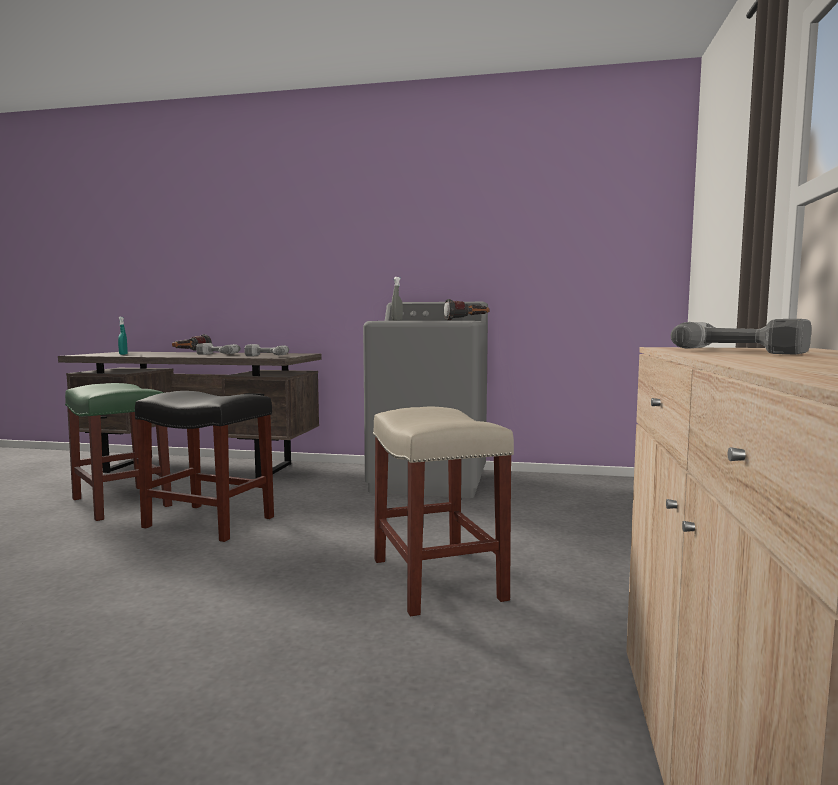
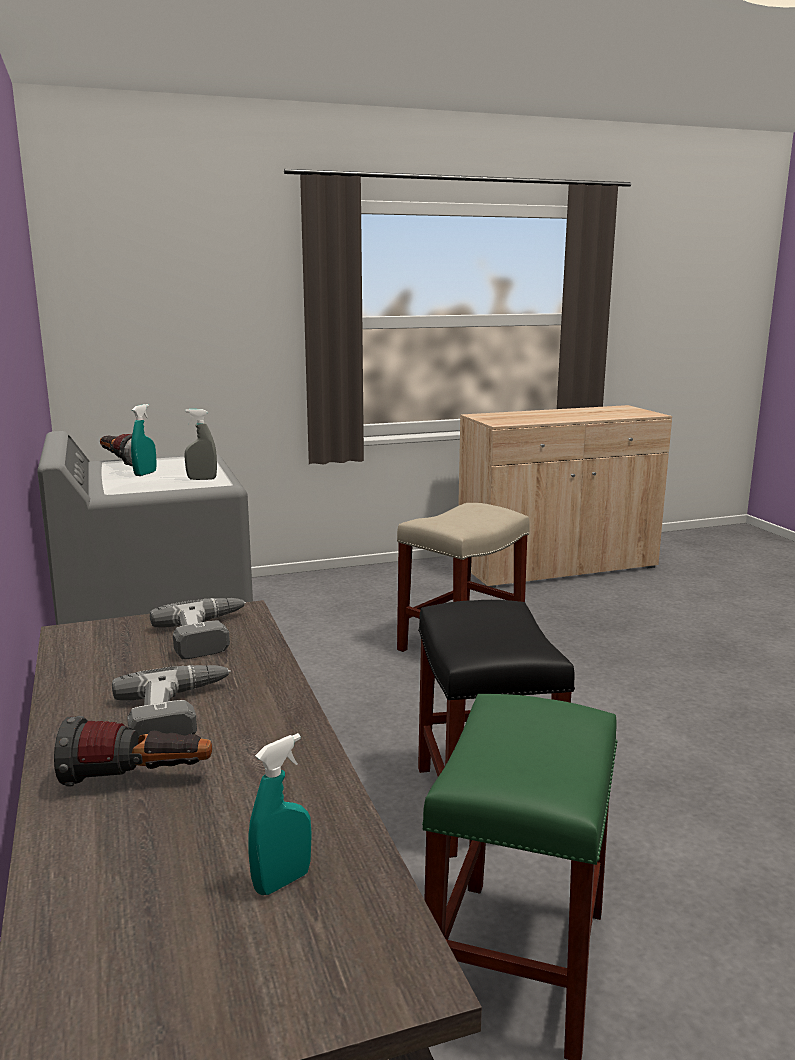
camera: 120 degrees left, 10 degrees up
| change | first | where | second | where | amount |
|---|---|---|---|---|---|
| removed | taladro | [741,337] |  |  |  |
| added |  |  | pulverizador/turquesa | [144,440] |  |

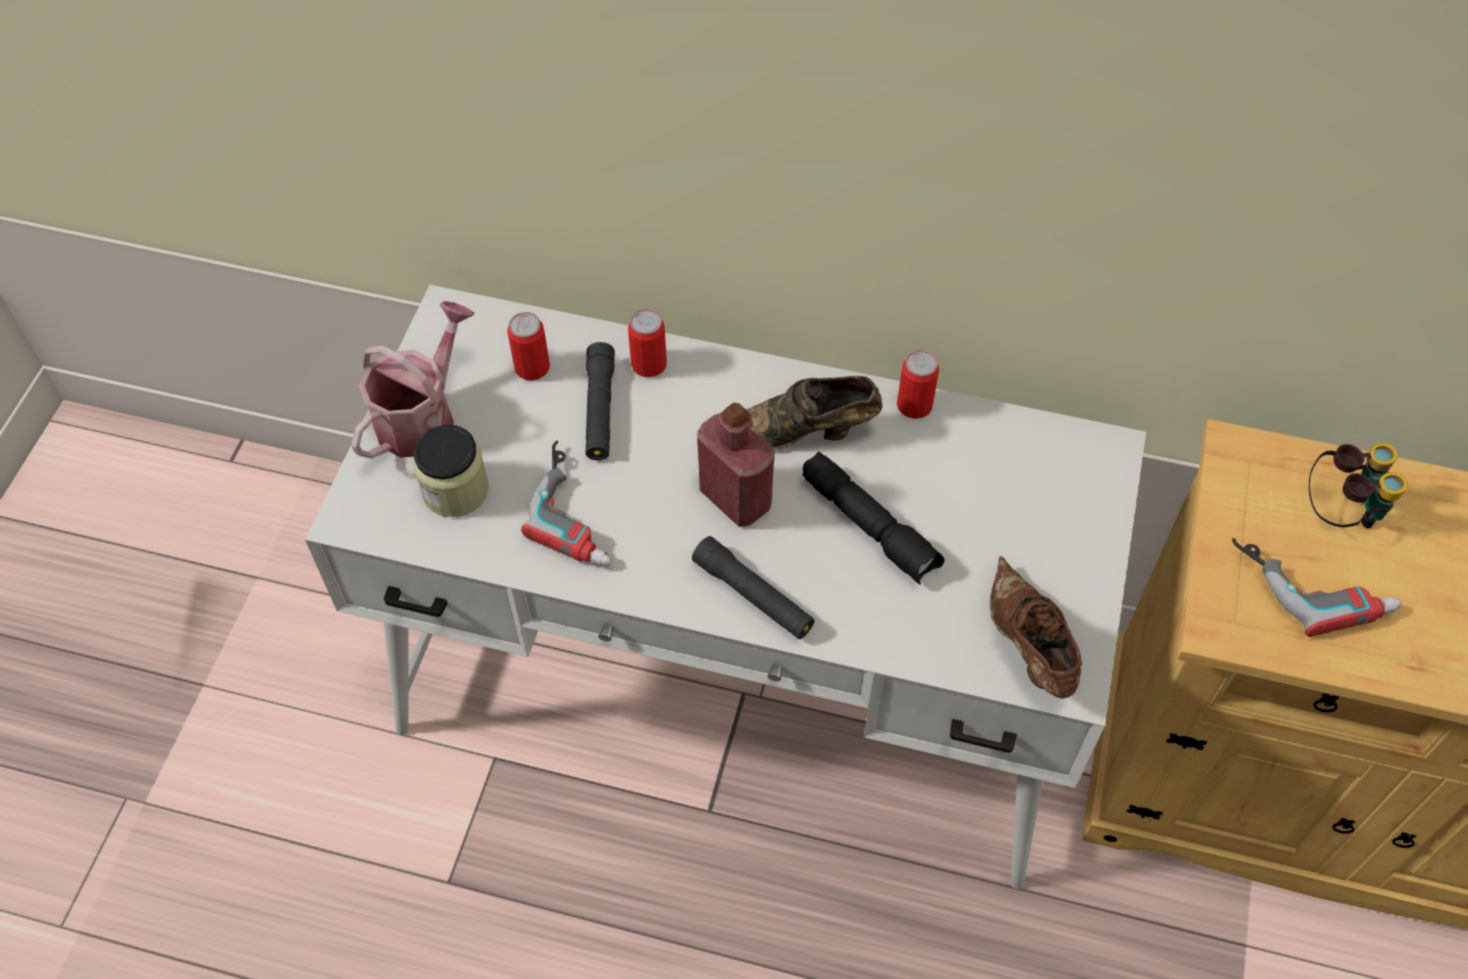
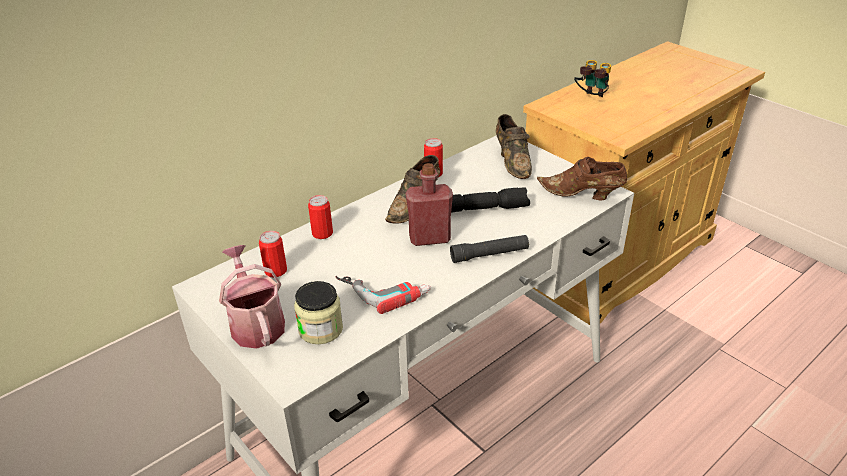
camera: 55 degrees left, 20 degrees down
| change | first | where | second | where | amount |
|---|---|---|---|---|---|
| removed | linterna/negro | [600,401] |  |  |  |
| removed | taladro | [1317,587] |  |  |  |
| added |  |  | zapato/marrón | [514,146] |  |

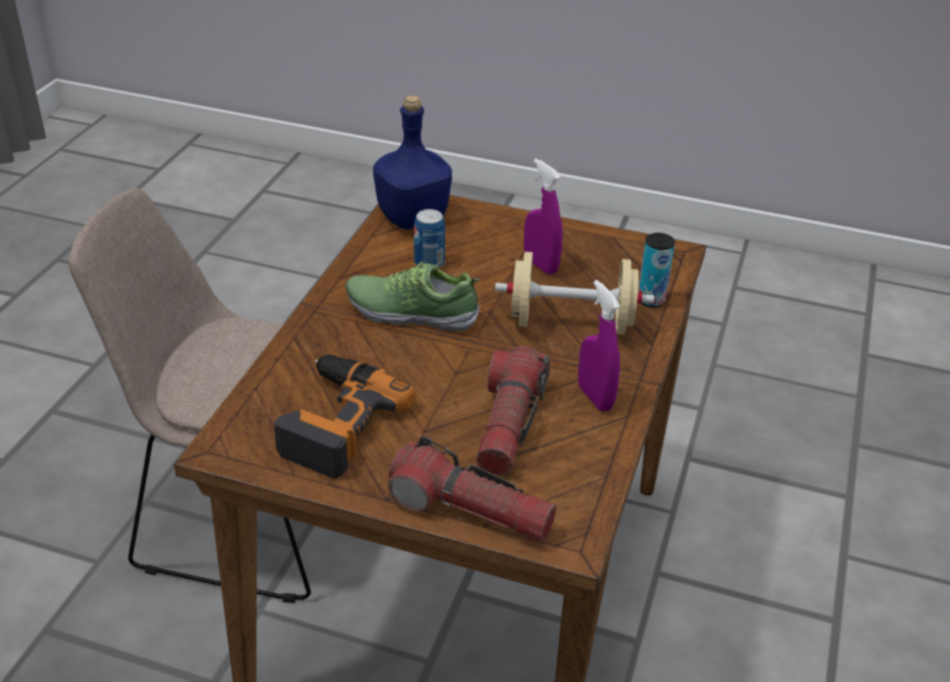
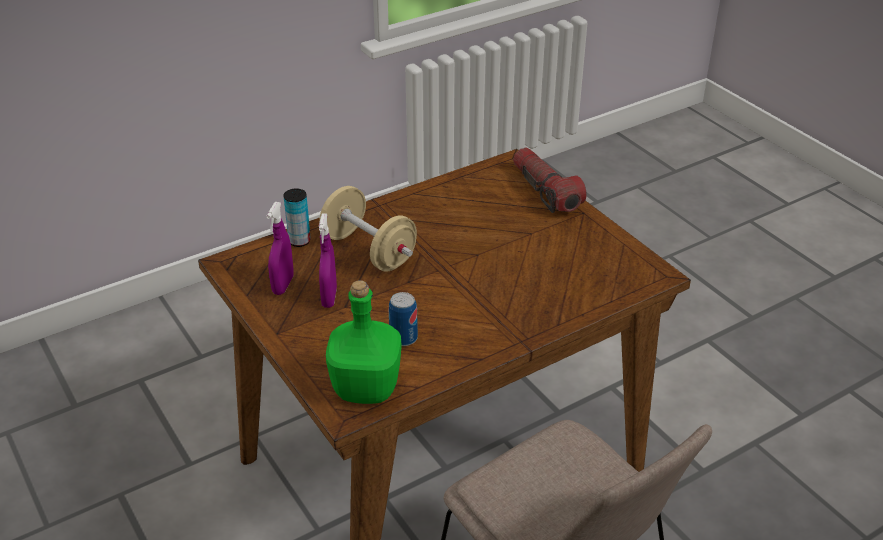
camera: 140 degrees left, 0 degrees up
| change | first | where | second | where | amount |
|---|---|---|---|---|---|
| recoloured | botella/azul | [412,162] | botella/verde | [363,342] |  |
| removed | zapato | [412,297] |  |  |  |
| moved | pulverizador/morado | [599,346] |  | [279,248] |  |
| removed | linterna | [513,410] |  |  |  |
| removed | taladro | [345,416] |  |  |  |

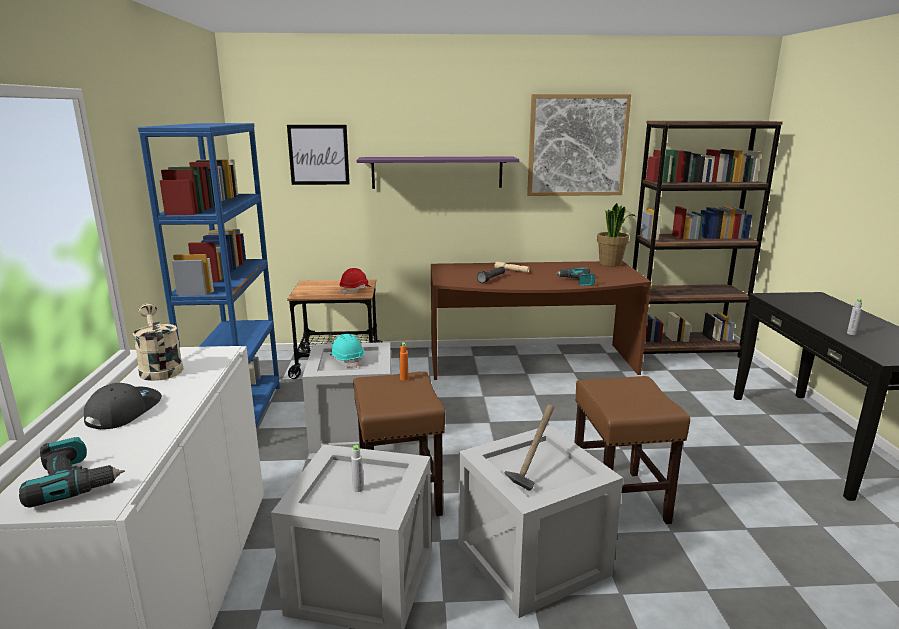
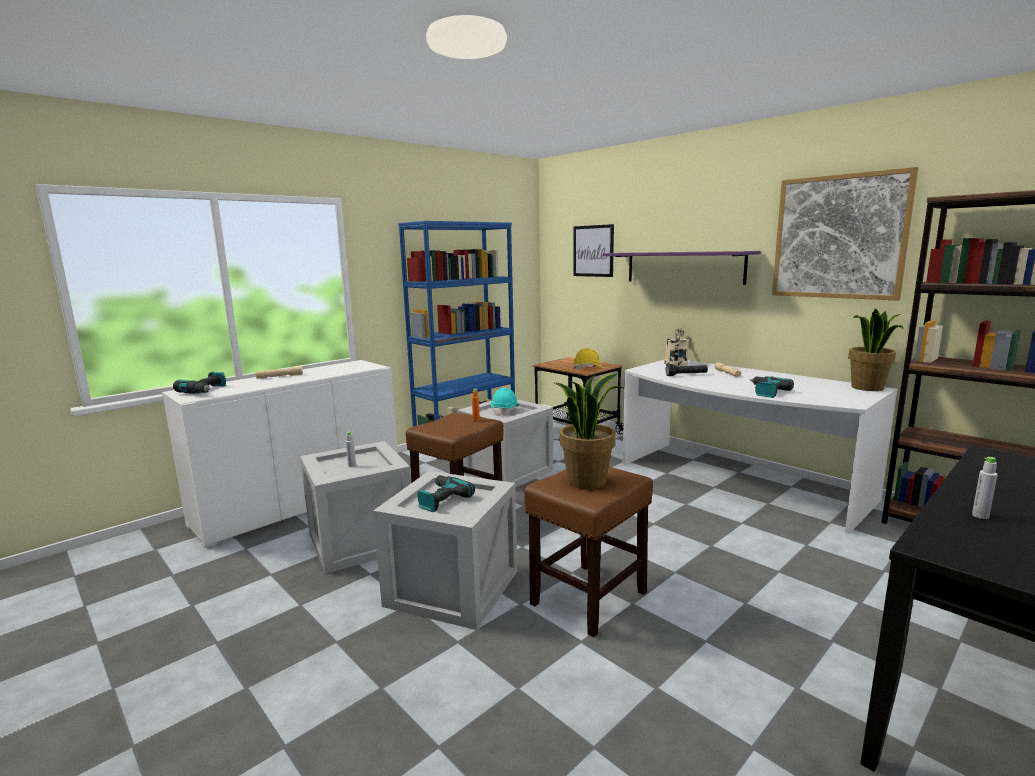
camera: 50 degrees right, 5 degrees down
| change | first | where | second | where | amount |
|---|---|---|---|---|---|
| recoloured | escritorio/marrón | [541,320] | escritorio/blanco | [760,447] |  |
| recoloured | casco/rojo | [355,281] | casco/amarillo | [588,358] |  |
| moved | regadera/beis | [158,342] |  | [677,347] |  |
| replaced | gorra/gris | [123,406] | linterna/beis | [279,372] |  |
| replaced | martillo | [529,447] | taladro | [446,493] |  |
| added |  |  | planta en maceta | [589,431] |  |

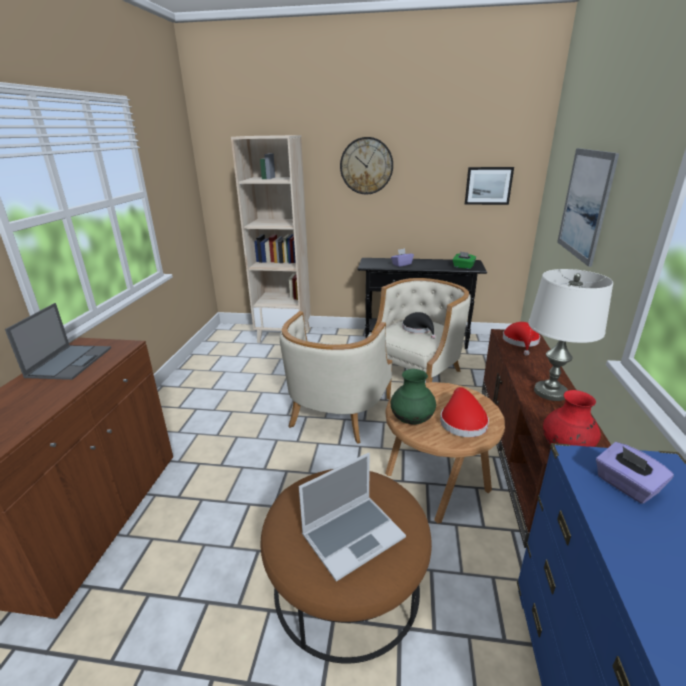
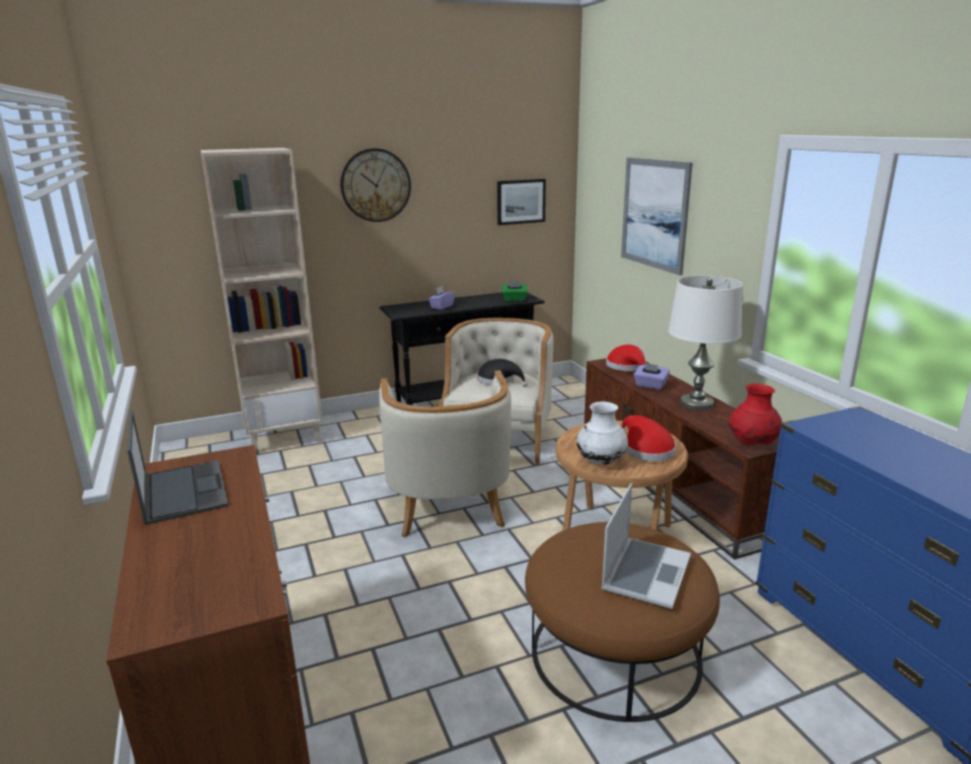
camera: 30 degrees left, 5 degrees down
| change | first | where | second | where | amount |
|---|---|---|---|---|---|
| recoloured | florero/verde | [413,397] | florero/blanco | [602,433] |  |
| moved | caja de pañuelos/morado | [635,473] |  | [652,376] |  |

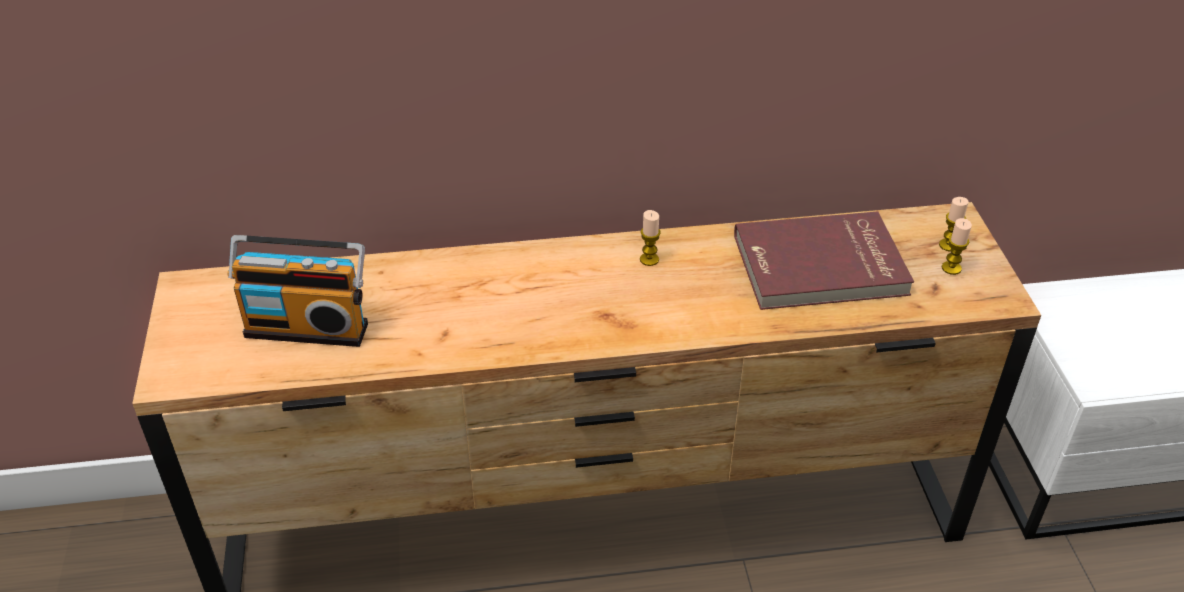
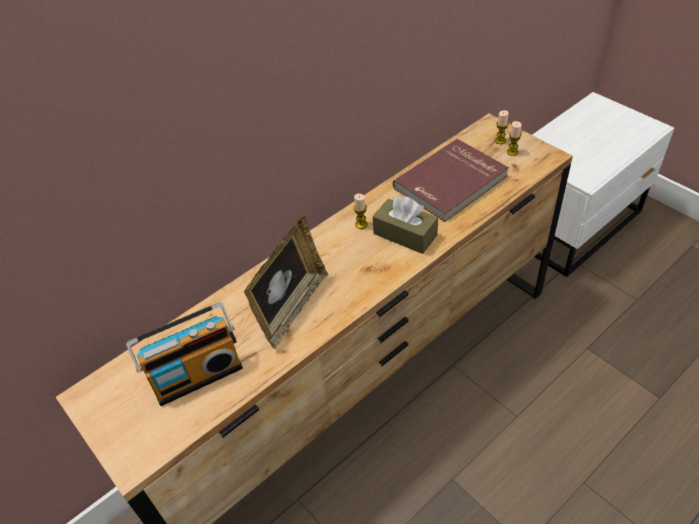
camera: 30 degrees left, 5 degrees up
| change | first | where | second | where | amount |
|---|---|---|---|---|---|
| added |  |  | caja de pañuelos/marrón | [405,225] |  |
| added |  |  | portarretratos | [286,283] |  |

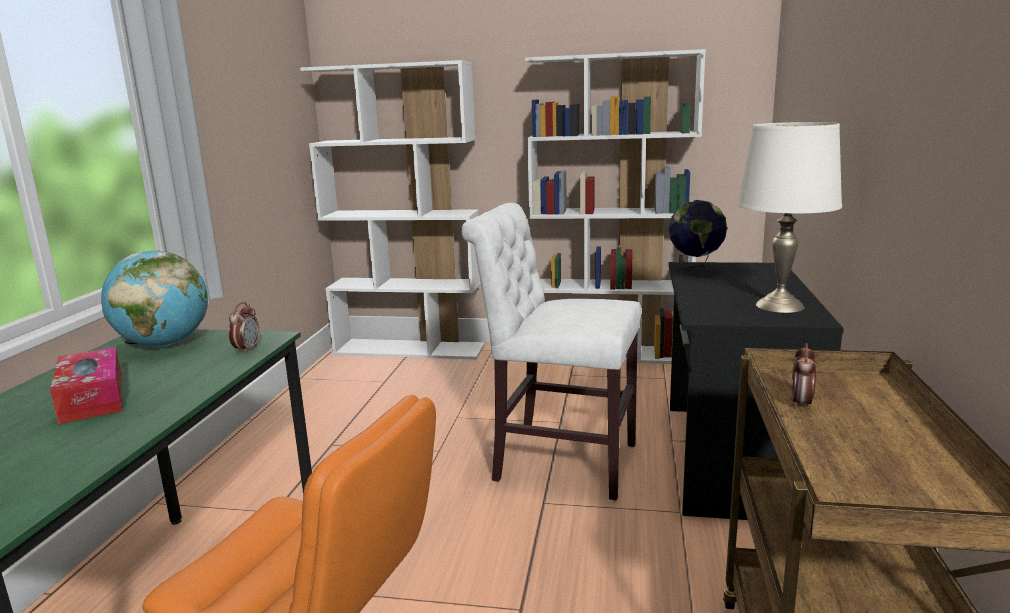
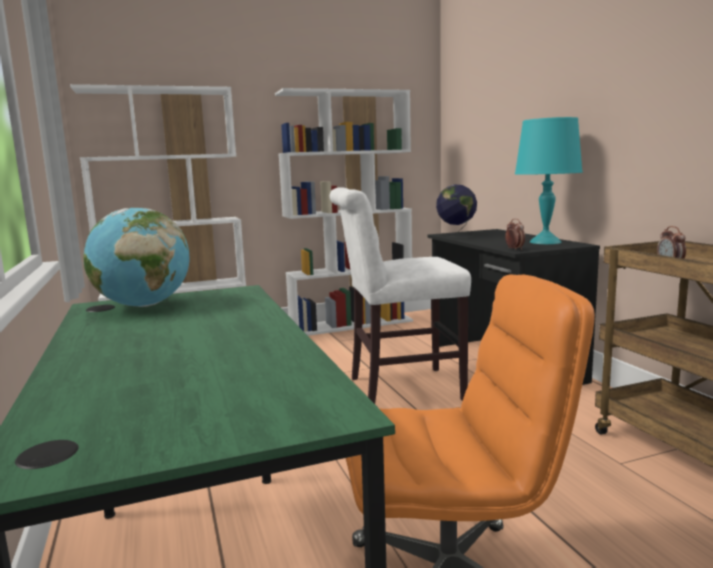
camera: 30 degrees left, 5 degrees down
| change | first | where | second | where | amount |
|---|---|---|---|---|---|
| recoloured | lámpara de mesa/blanco | [789,217] | lámpara de mesa/turquesa | [549,180] |  |
| moved | despertador | [243,328] |  | [515,234] |  |
| removed | caja de pañuelos | [86,385] |  |  |  |

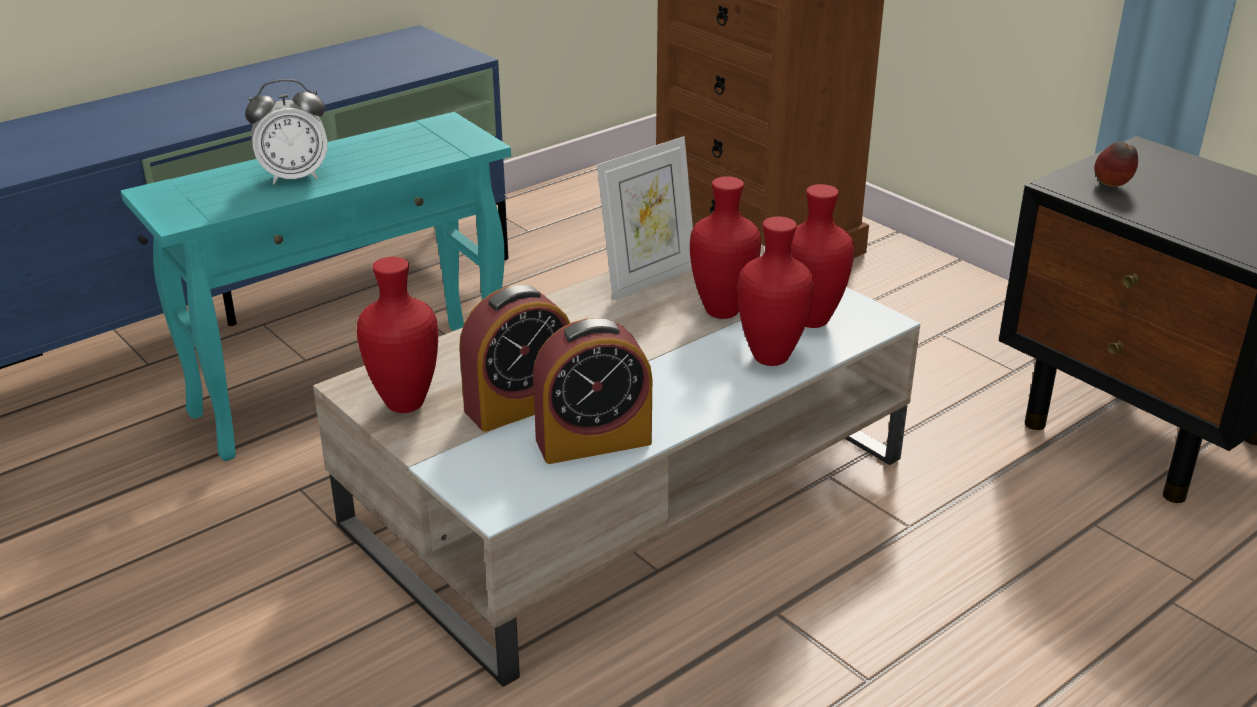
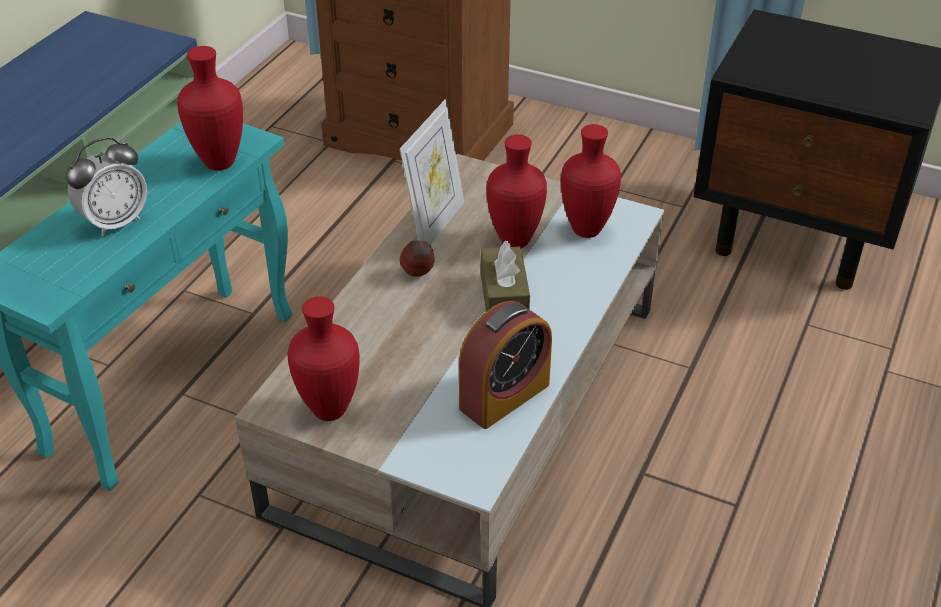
camera: 25 degrees left, 10 degrees up
| change | first | where | second | where | amount |
|---|---|---|---|---|---|
| moved | manzana | [1116,164] |  | [417,258] |  |
| moved | florero/rojo | [776,291] |  | [210,108] |  |
| removed | despertador | [514,358] |  |  |  |
| added |  |  | caja de pañuelos/marrón | [505,276] |  |

